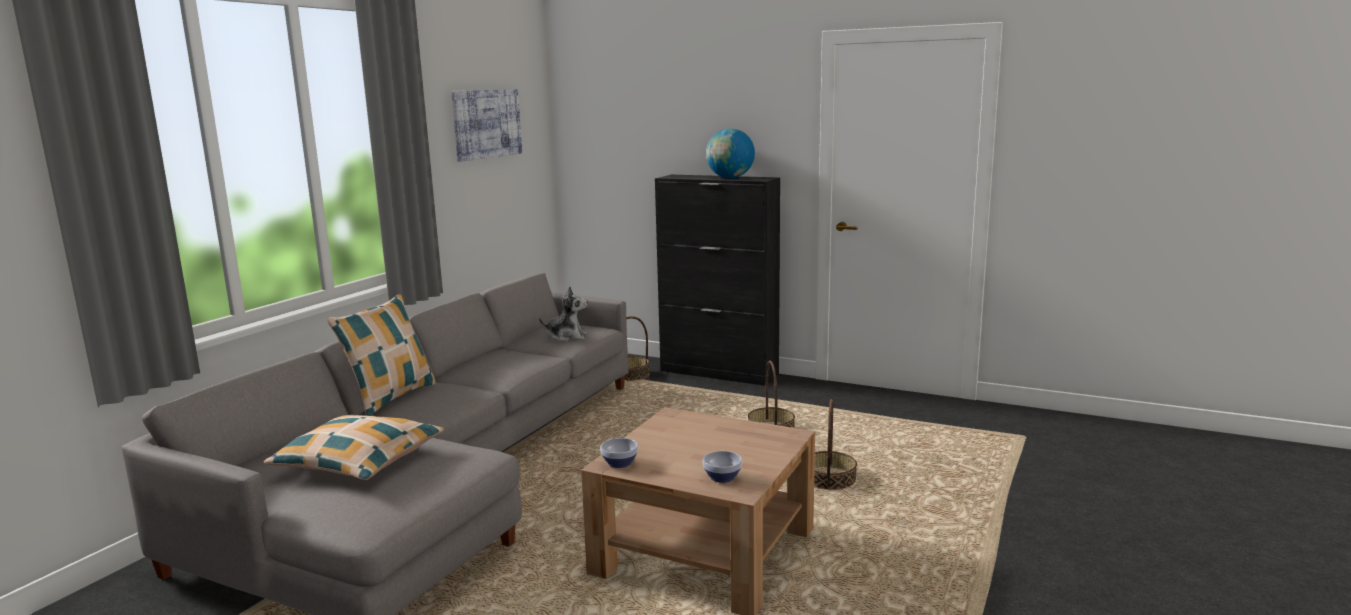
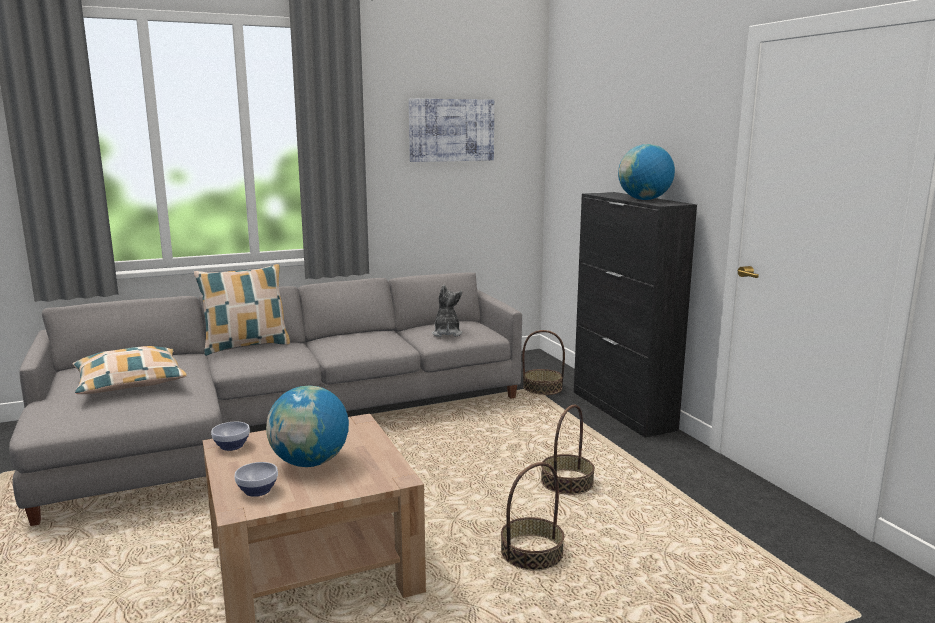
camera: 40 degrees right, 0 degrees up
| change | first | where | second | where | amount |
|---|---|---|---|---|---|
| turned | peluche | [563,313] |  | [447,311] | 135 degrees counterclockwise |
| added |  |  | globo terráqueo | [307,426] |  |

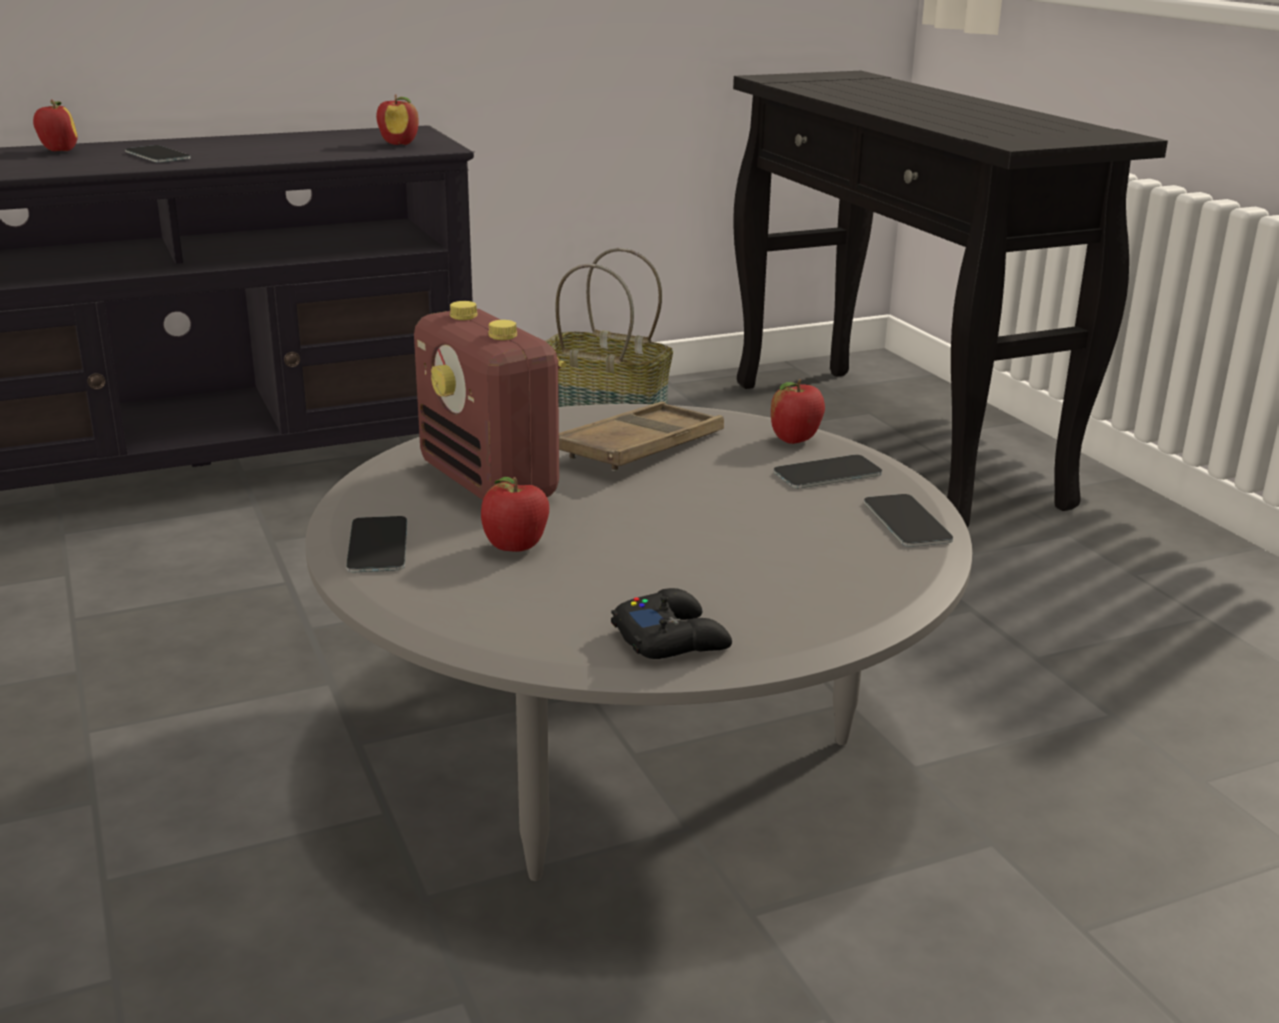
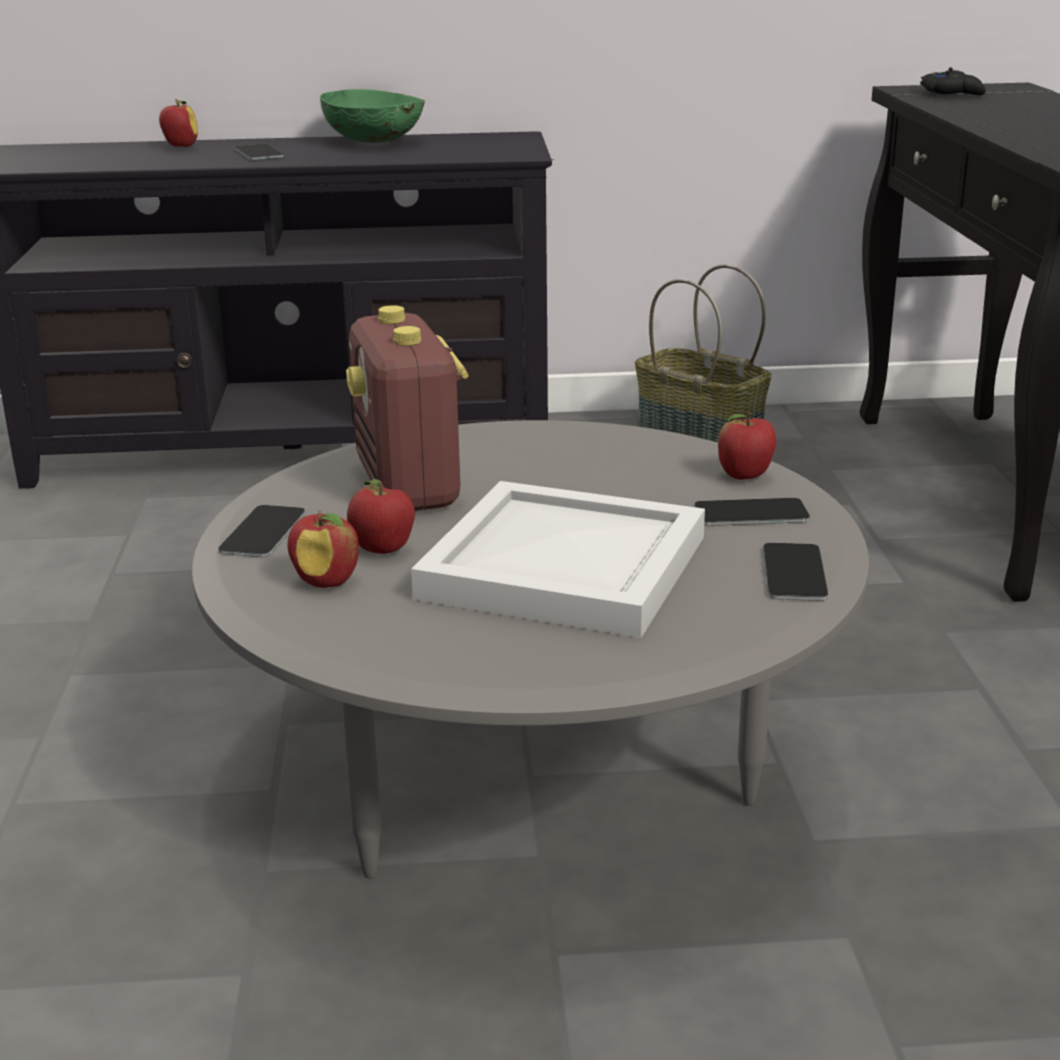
camera: 20 degrees right, 0 degrees up
| change | first | where | second | where | amount |
|---|---|---|---|---|---|
| moved | manzana | [397,120] |  | [323,549] |  |
| removed | bandeja/marrón | [641,436] |  |  |  |
| moved | mando de consola/negro | [671,623] |  | [953,81] |  |
| added |  |  | cuenco/verde | [372,116] |  |
| added |  |  | bandeja/blanco | [558,559] |  |

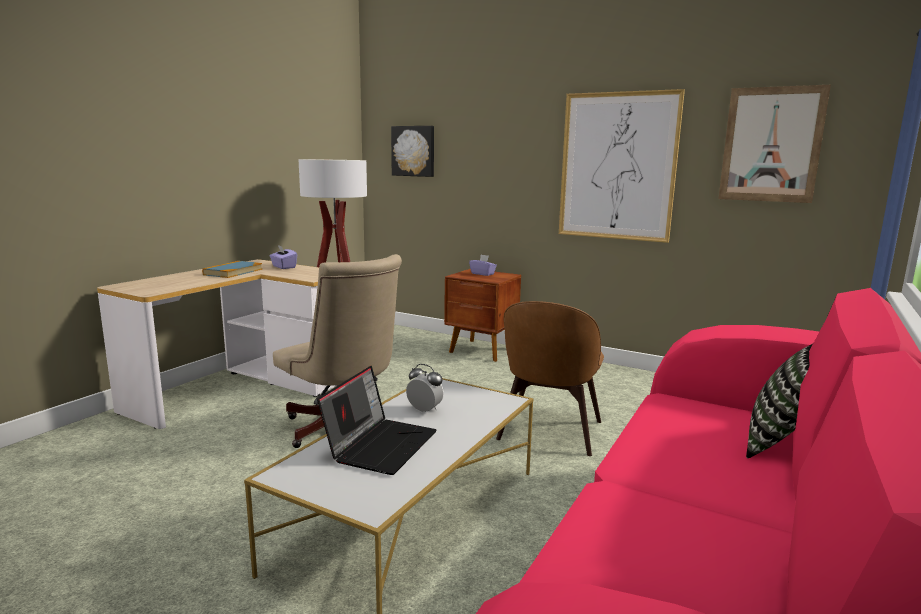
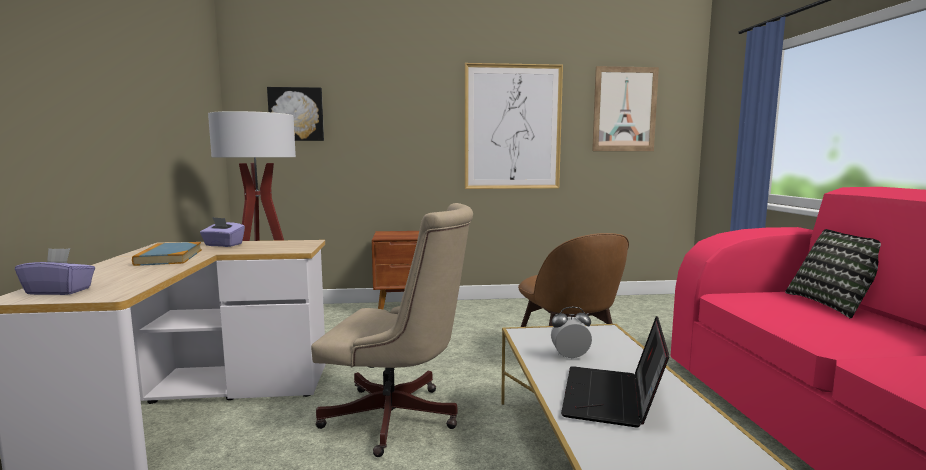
camera: 35 degrees left, 5 degrees down
| change | first | where | second | where | amount |
|---|---|---|---|---|---|
| moved | caja de pañuelos/morado | [483,265] |  | [55,271] |  |
| turned | portátil | [376,420] |  | [615,372] | 150 degrees counterclockwise |

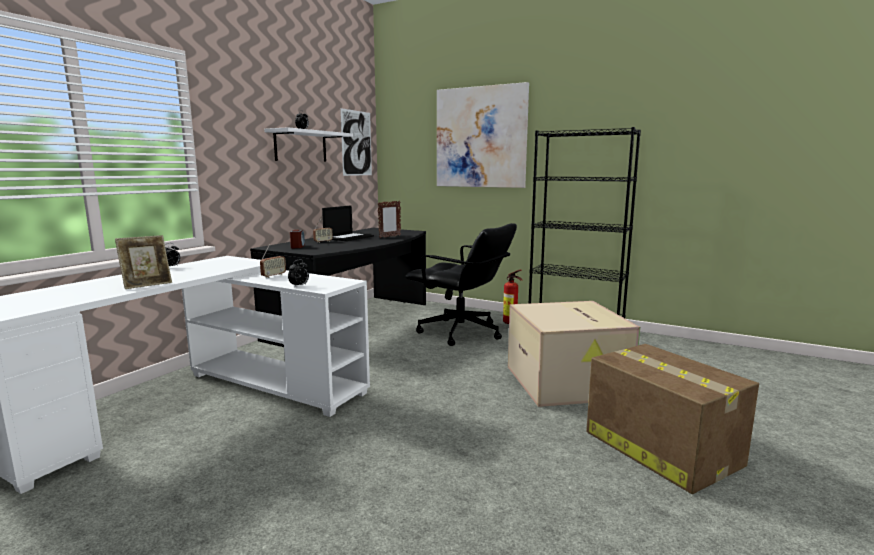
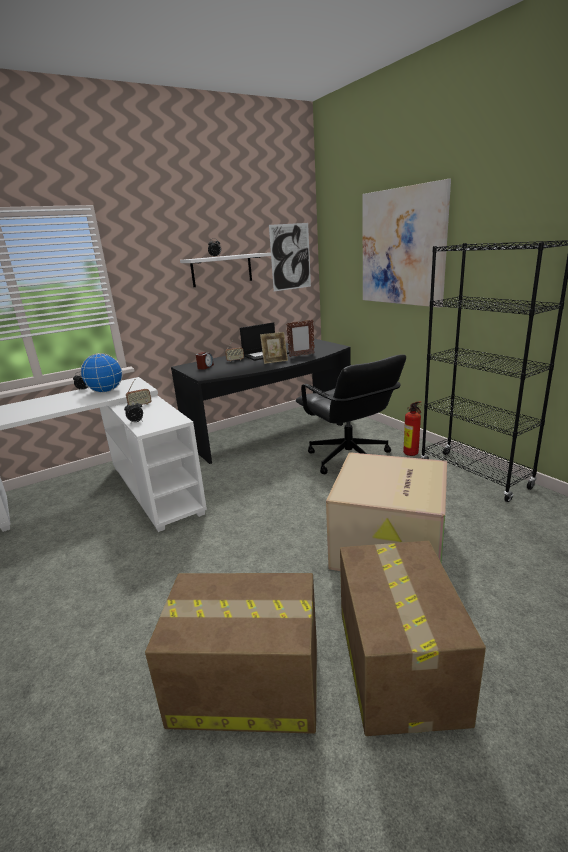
camera: 30 degrees right, 10 degrees up
| change | first | where | second | where | amount |
|---|---|---|---|---|---|
| moved | portarretratos | [143,262] |  | [274,348] |  |
| added |  |  | globo terráqueo | [102,373] |  |
| added |  |  | caja de cartón | [231,653] |  |

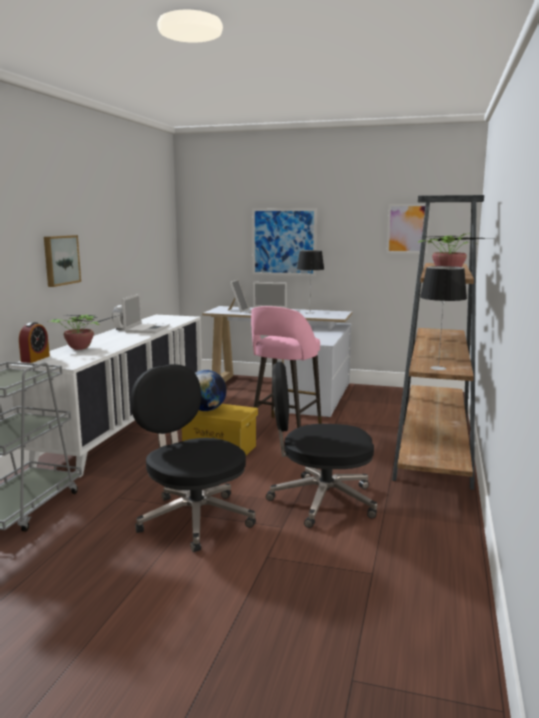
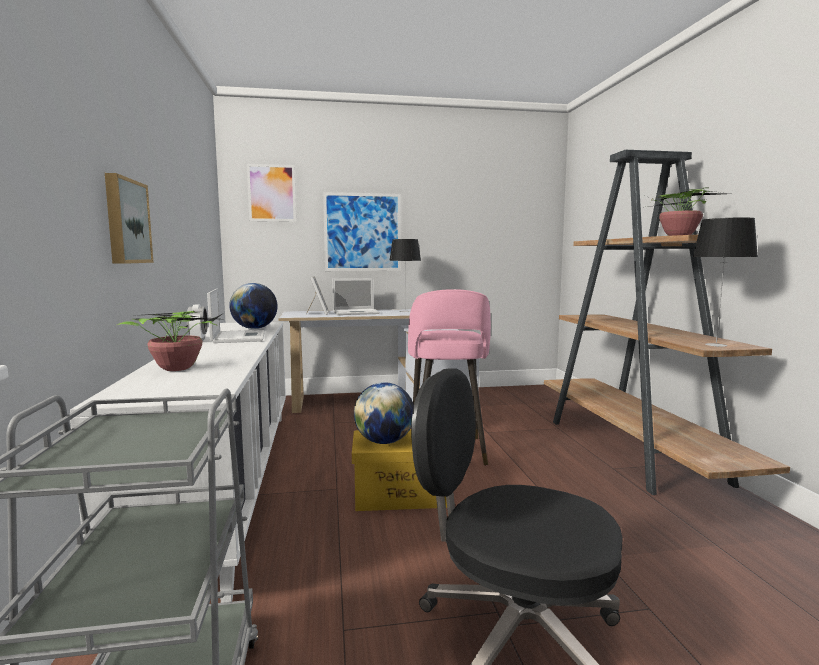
camera: 25 degrees left, 5 degrees down
| change | first | where | second | where | amount |
|---|---|---|---|---|---|
| moved | cuadro | [408,229] |  | [271,193] |  |
| removed | despertador | [34,342] |  |  |  |
| removed | silla de oficina/negro | [321,445] |  |  |  |
| added |  |  | globo terráqueo | [253,306] |  |

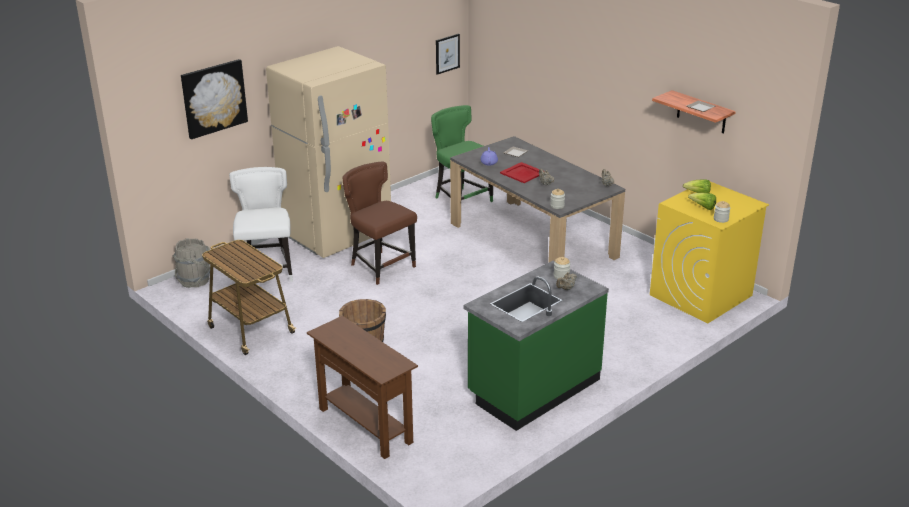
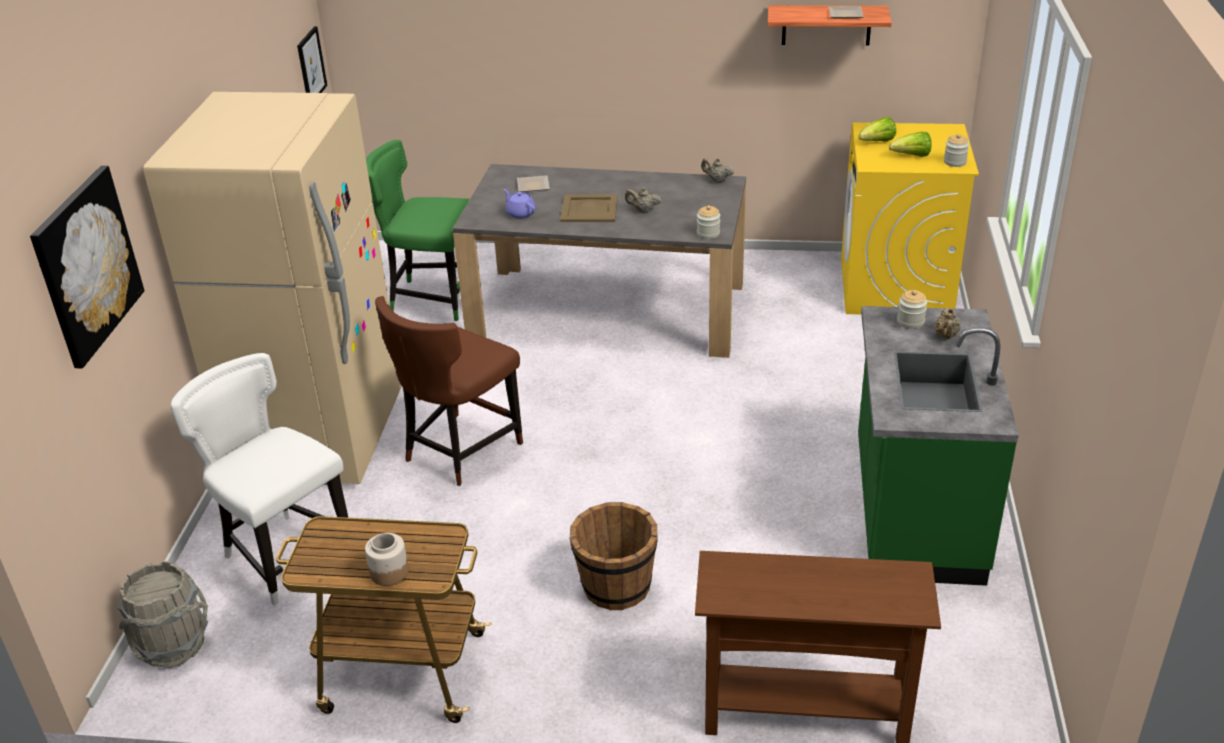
camera: 40 degrees left, 5 degrees up
| change | first | where | second | where | amount |
|---|---|---|---|---|---|
| turned | silla/marrón | [380,223] |  | [449,391] | 60 degrees counterclockwise |
| recoloured | bandeja/rojo | [522,172] | bandeja/beis | [589,208] |  |
| added |  |  | tarro | [387,559] |  |

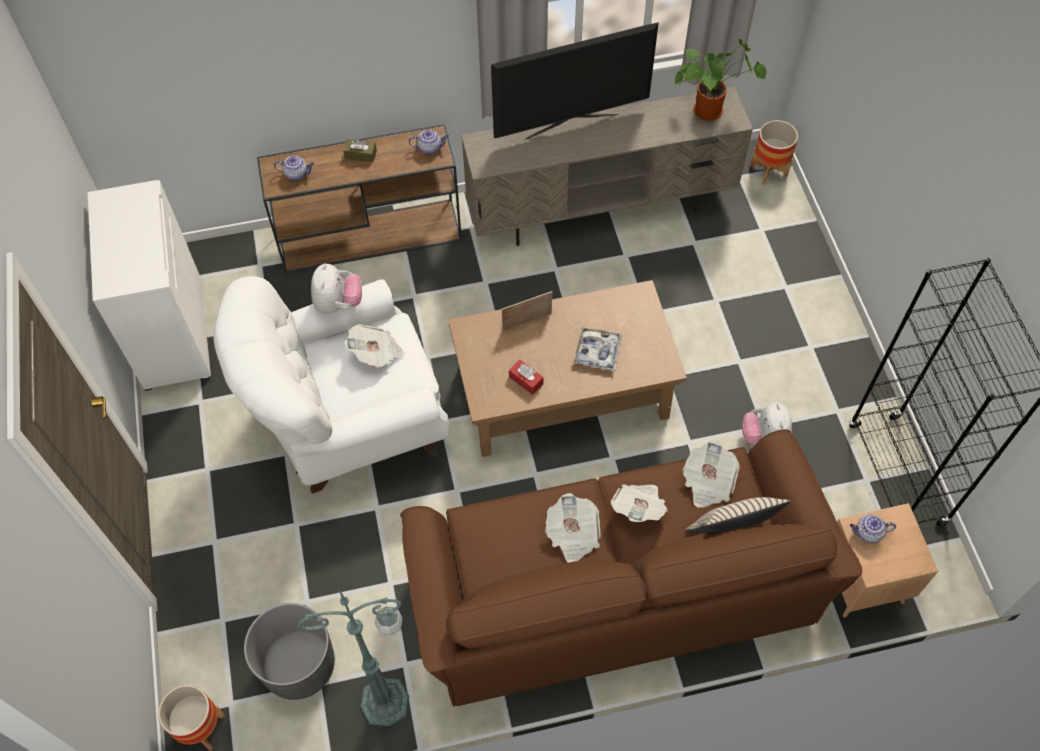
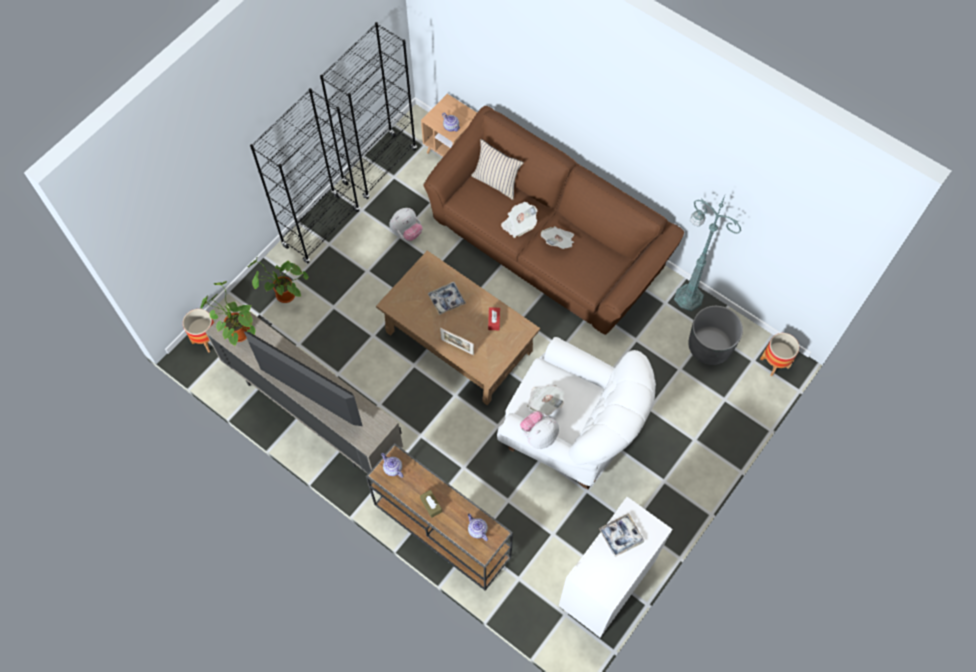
camera: 130 degrees left, 5 degrees up
| change | first | where | second | where | amount |
|---|---|---|---|---|---|
| removed | periódico | [711,474] |  |  |  |
| added |  |  | estantería/negro | [305,175] |  |
| added |  |  | planta en maceta | [278,279] |  |
| added |  |  | bandeja | [622,535] |  |

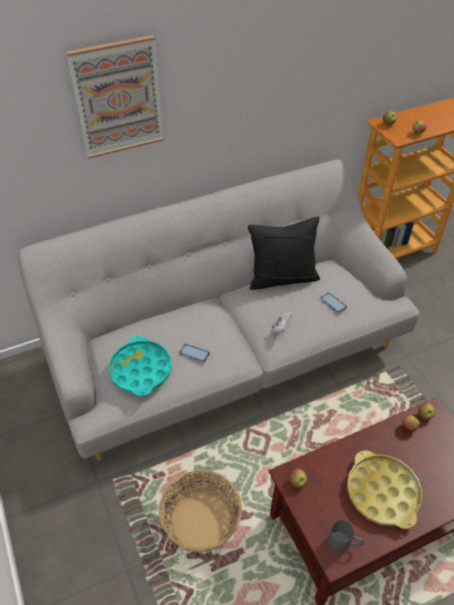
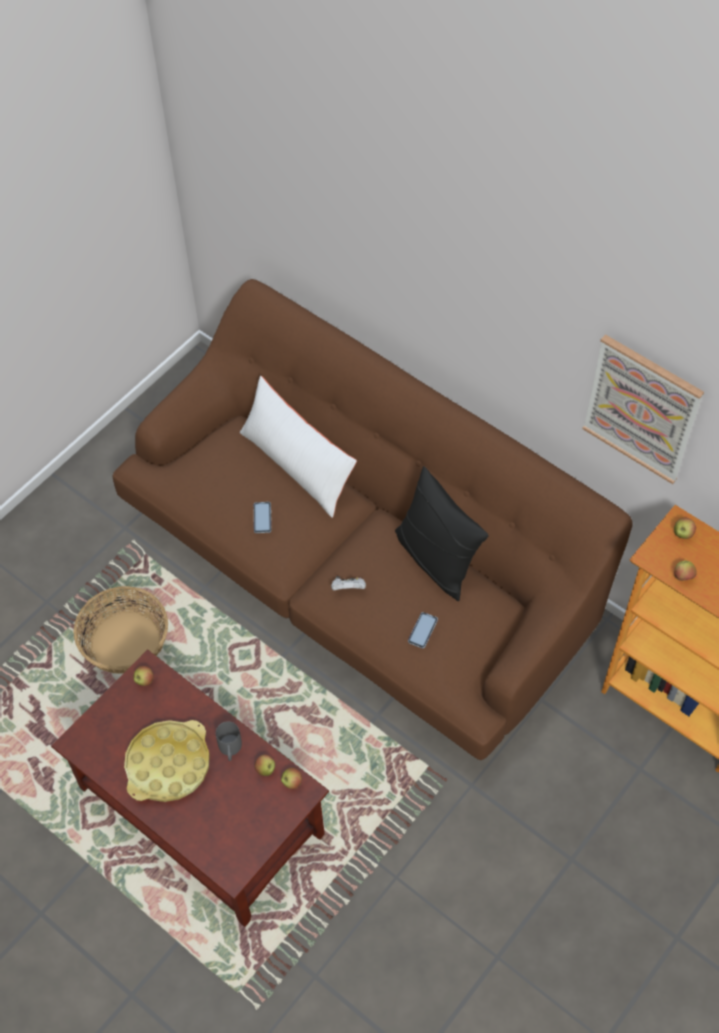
camera: 65 degrees right, 10 degrees up
| change | first | where | second | where | amount |
|---|---|---|---|---|---|
| moved | cuadro | [115,97] |  | [643,409] |  |
| recoloured | sofá/gris | [218,310] | sofá/marrón | [373,519] |  |
| removed | bandeja/turquesa | [140,366] |  |  |  |
| moved | taza grande/gris | [346,536] |  | [229,741] |  |
| added |  |  | cojín/blanco | [298,447] |  |

